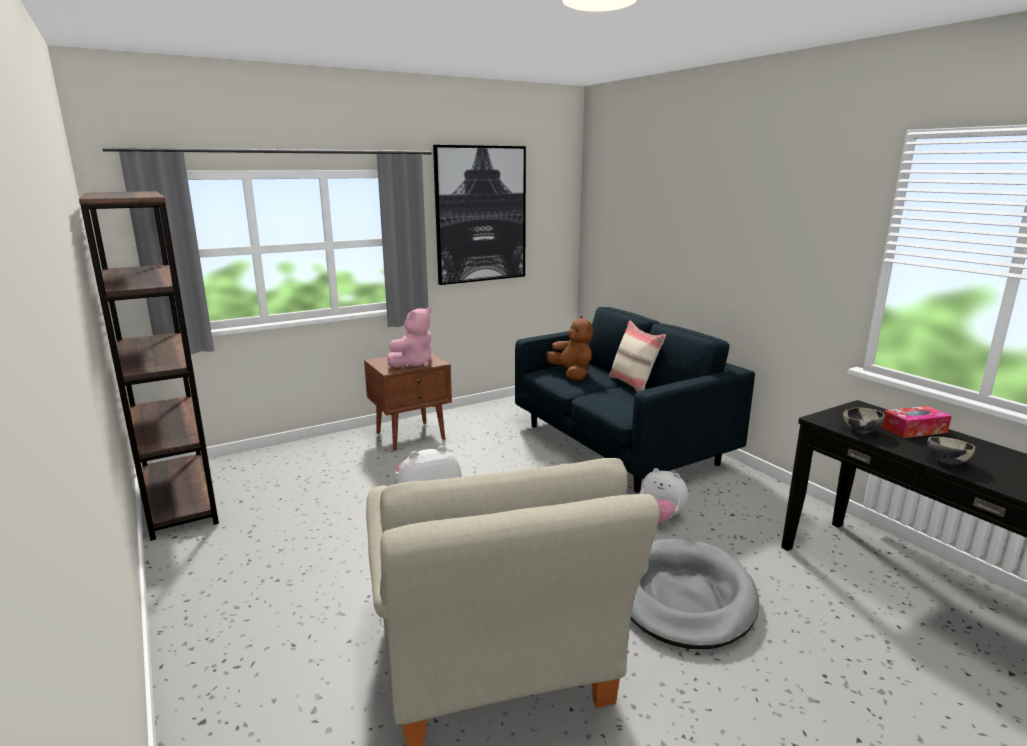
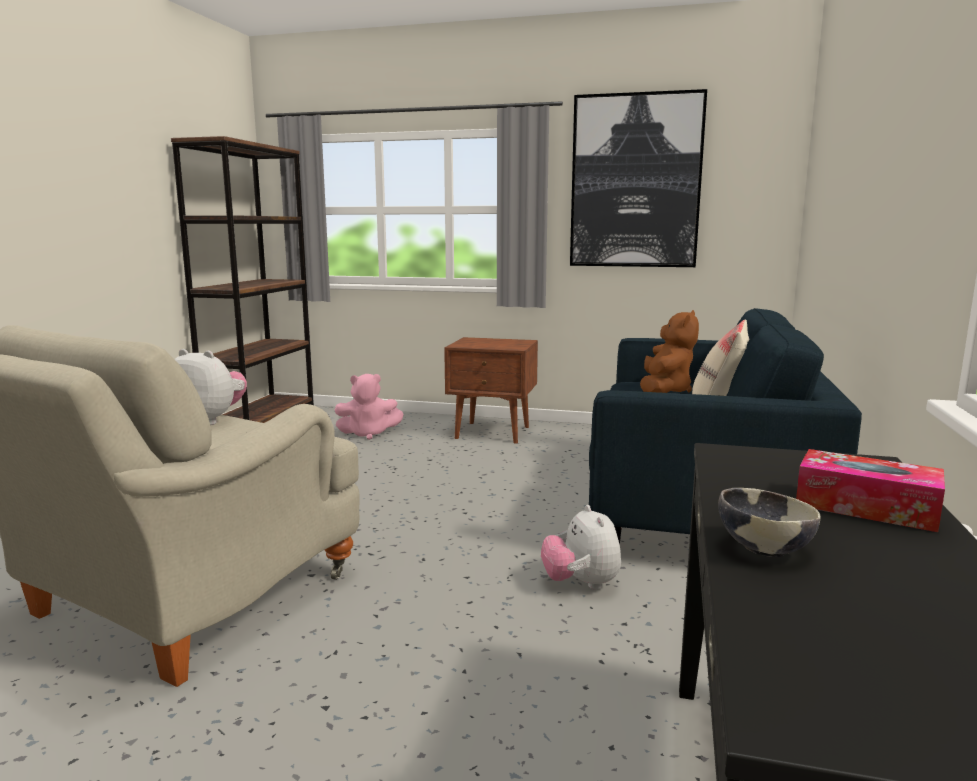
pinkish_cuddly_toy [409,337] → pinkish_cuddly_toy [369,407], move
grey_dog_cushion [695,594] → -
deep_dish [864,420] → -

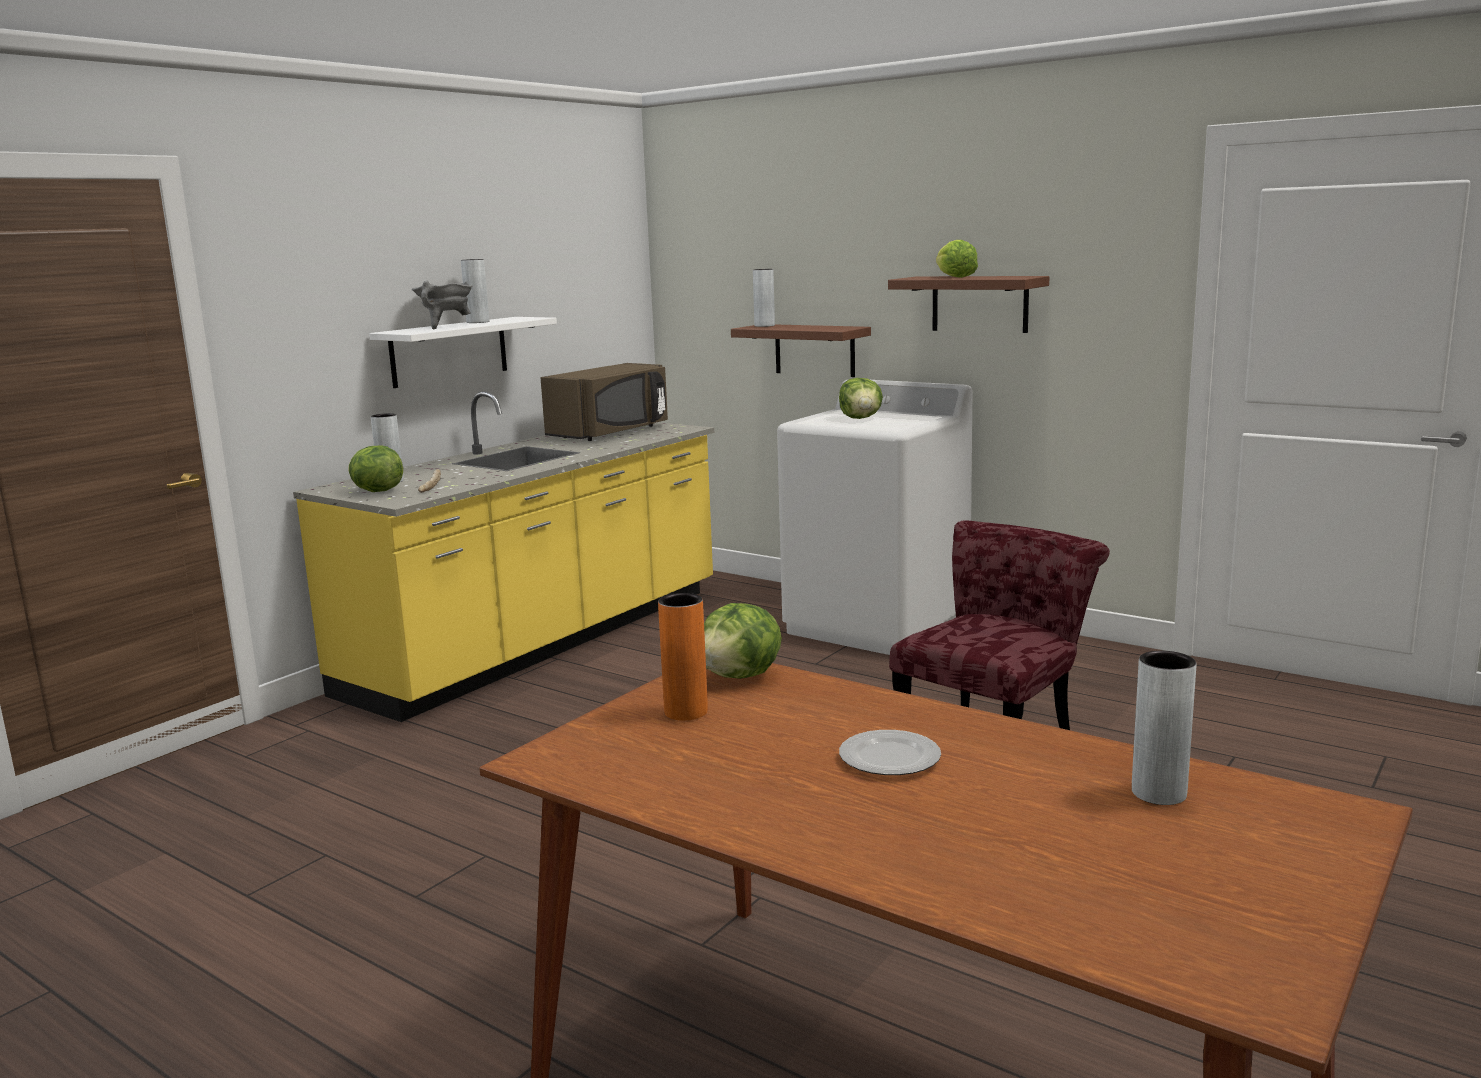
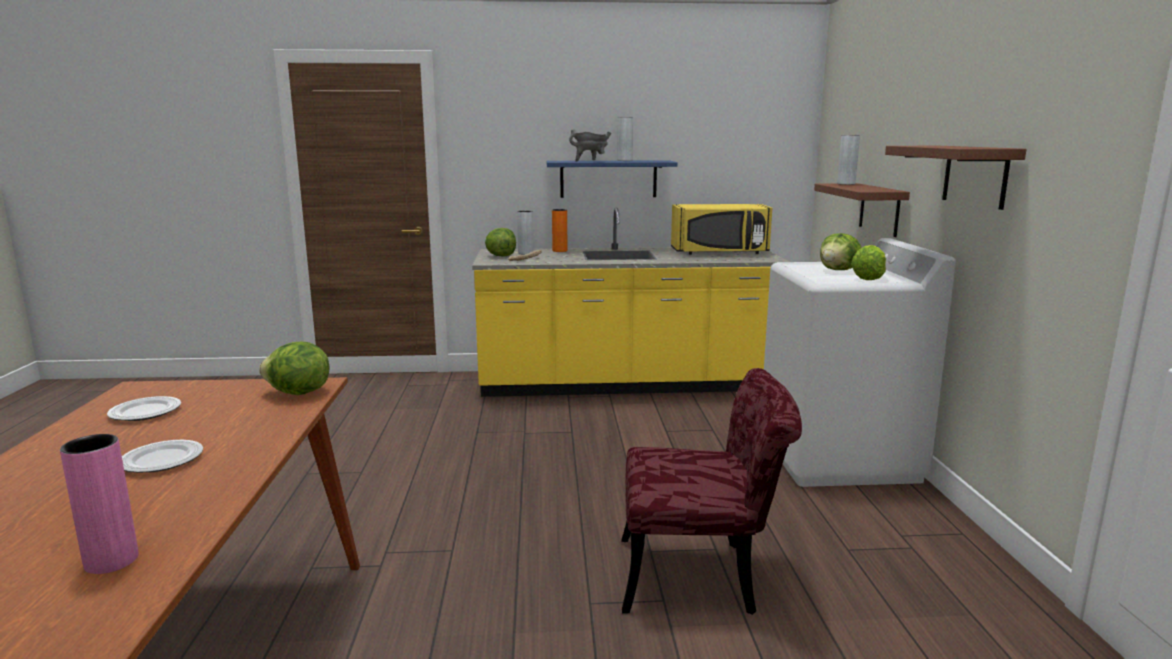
grey_flower_vase [1164,728] → pinkish_flower_vase [99,504]
- → plate [144,408]
white_shelf [463,352] → blue_shelf [612,179]
orange_flower_vase [683,657] → orange_flower_vase [559,230], move
brown_microwave [604,402] → yellow_microwave [721,229]
lettuce_head [957,259] → lettuce_head [868,262], move

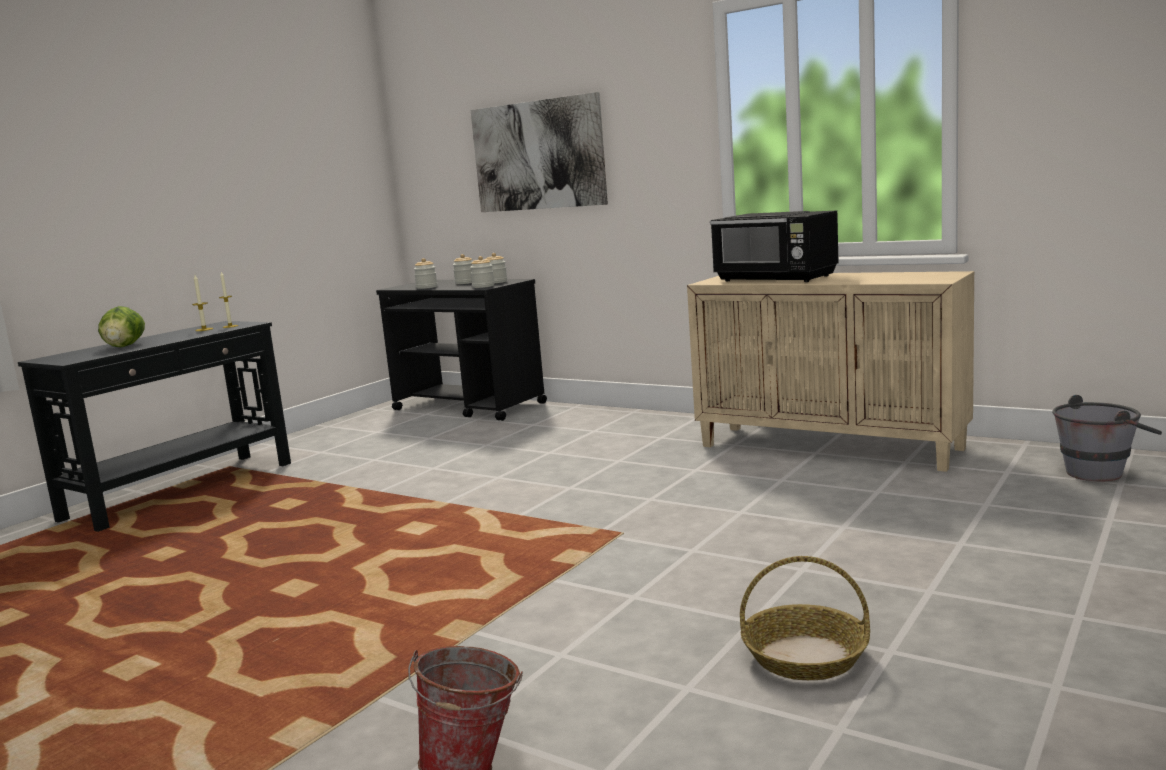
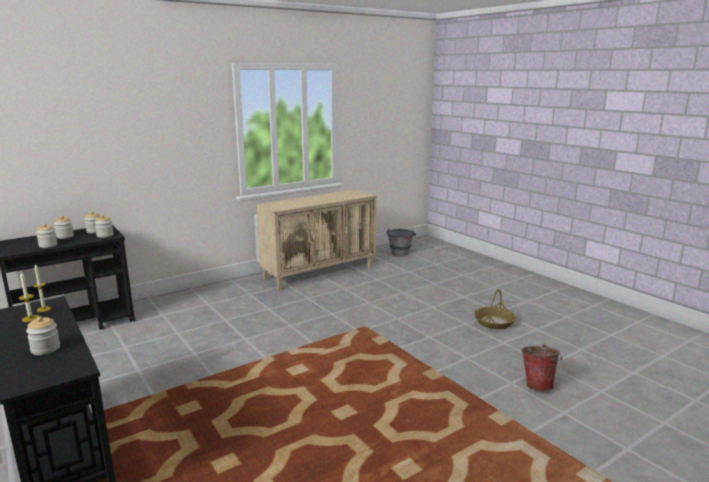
lettuce_head [121,326] → jar [43,335]
picture [539,152] → -
black_microwave [774,246] → -

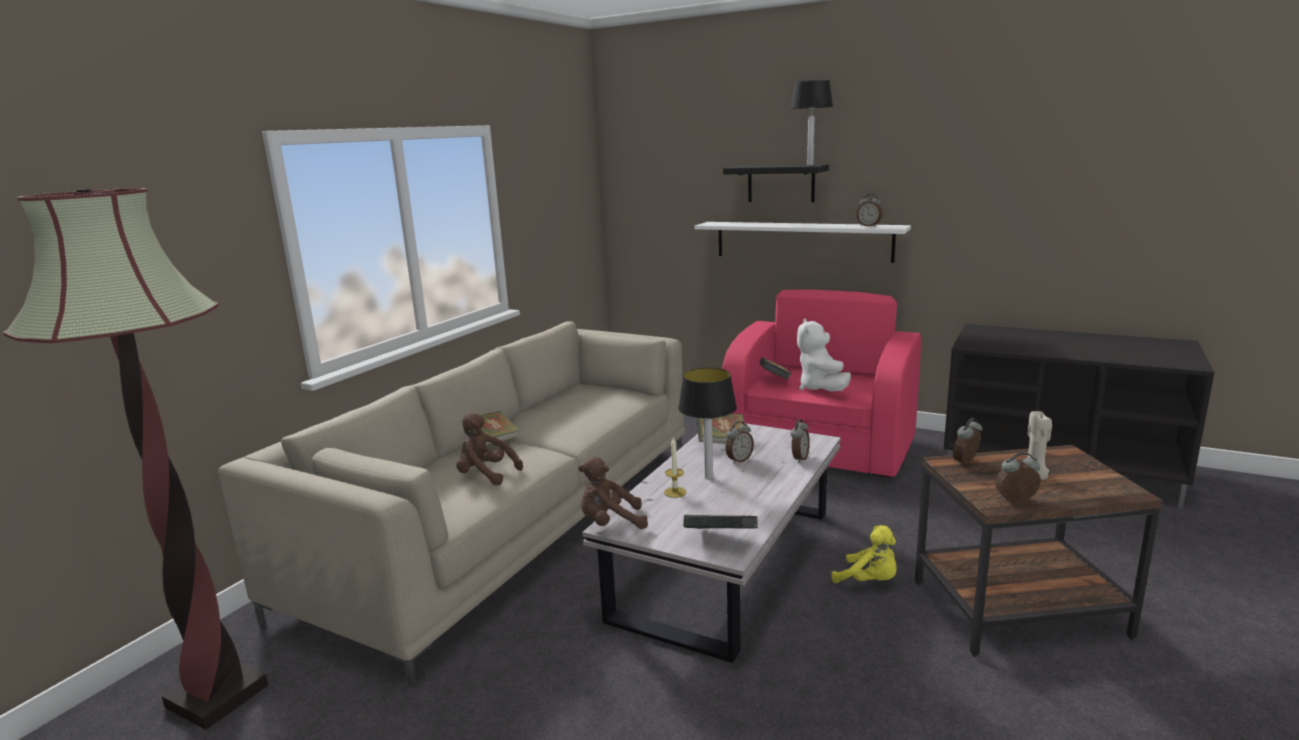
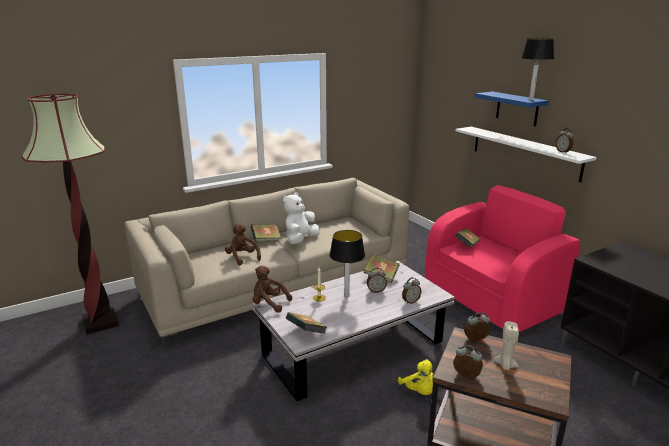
white_cuddly_toy [824,355] → white_cuddly_toy [301,218], move
black_shelf [776,183] → blue_shelf [512,108]

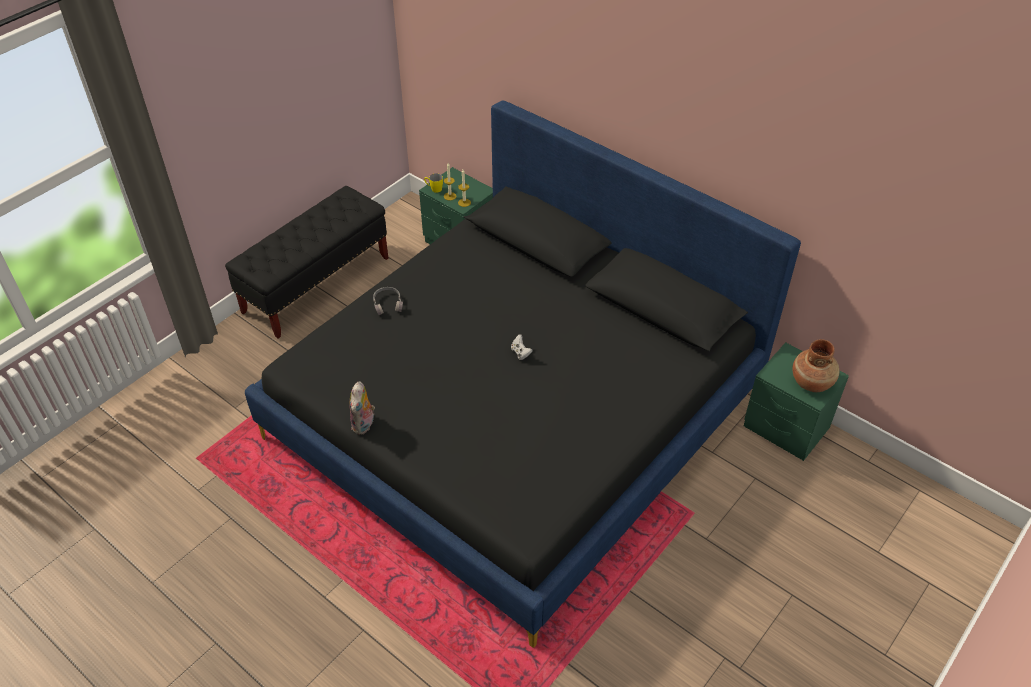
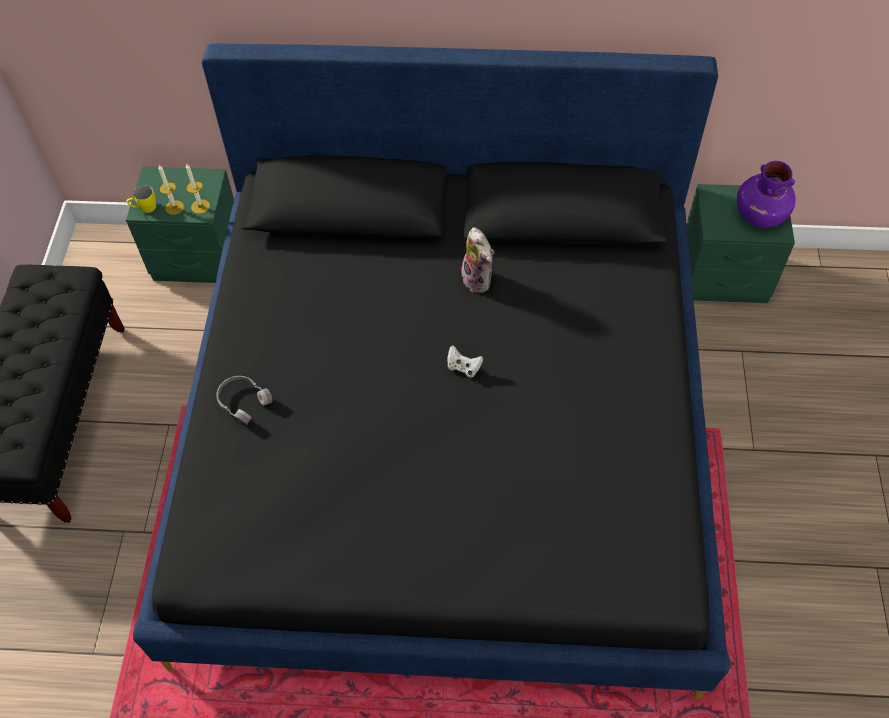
cuddly_toy [362,408] → cuddly_toy [478,260], move
brown_flower_vase [815,365] → purplish_flower_vase [766,194]

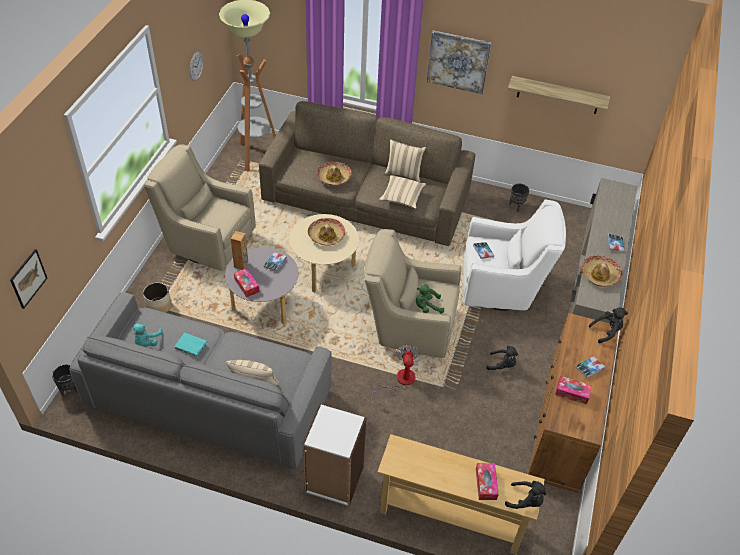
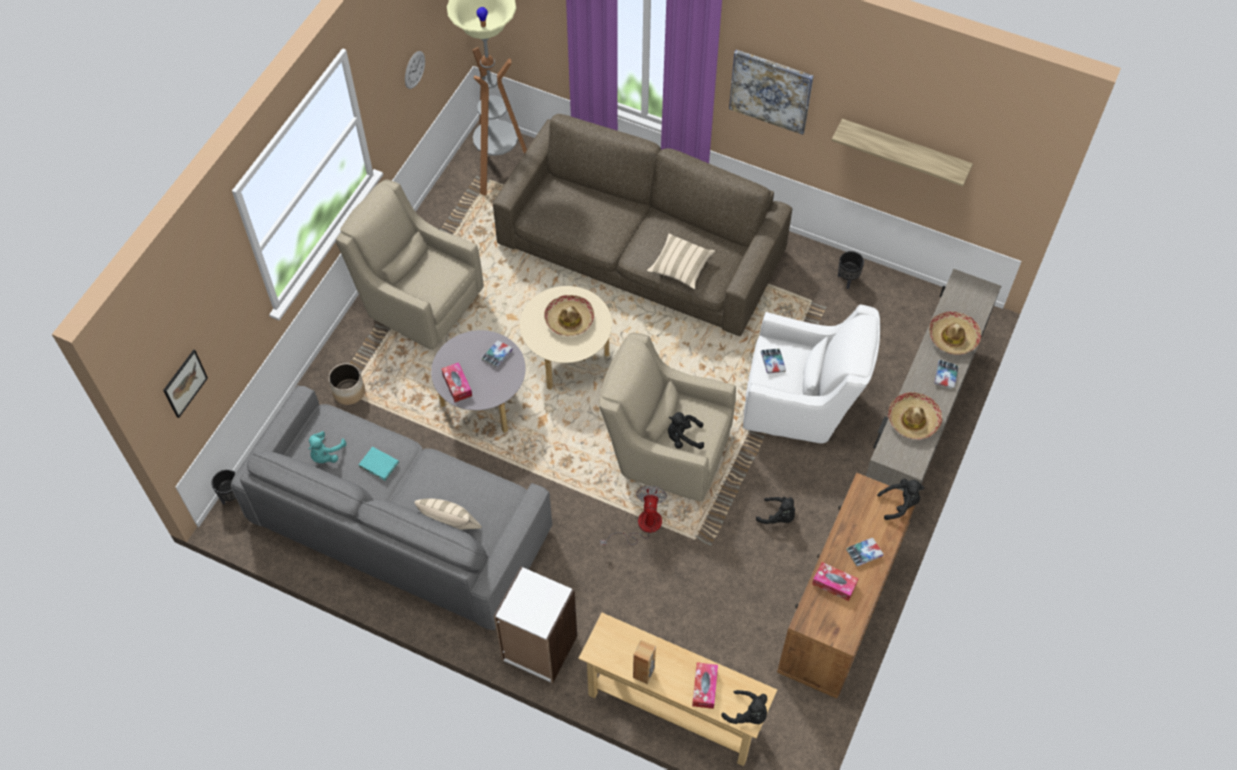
brown_loudspeaker [239,250] → brown_loudspeaker [644,662], move
greenish_cuddly_toy [430,298] → black_cuddly_toy [686,430]
clothing_hat [334,174] → clothing_hat [955,333], move
beige_cushion [405,160] → -

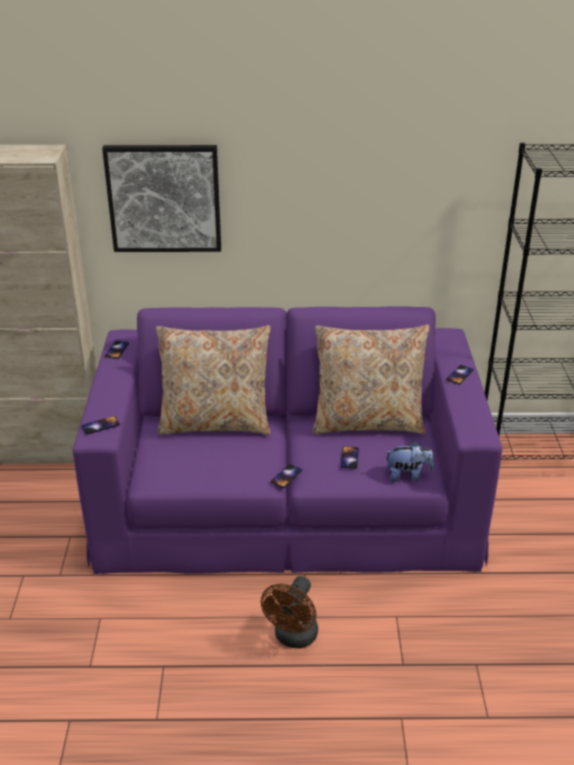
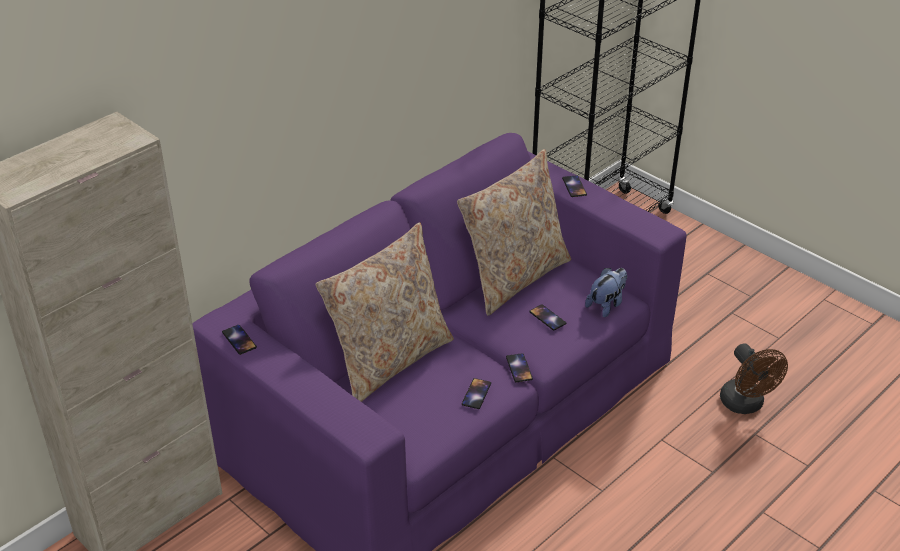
telephone [100,425] → telephone [476,393], move
brown_cooling_fan [289,612] → brown_cooling_fan [754,378], move
picture [161,198] → -

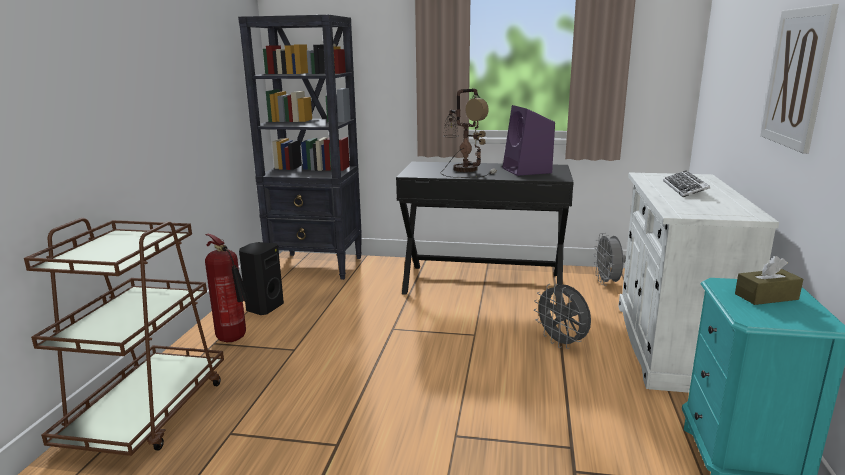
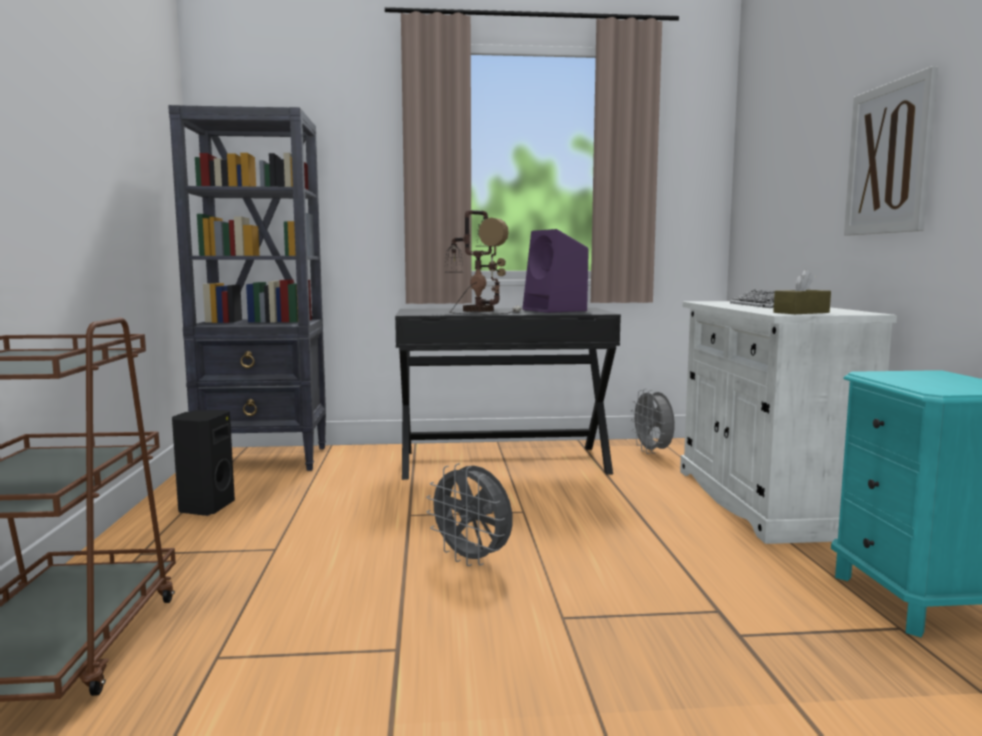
grey_cooling_fan [562,316] → grey_cooling_fan [469,514], move
brown_box_of_tissues [769,280] → brown_box_of_tissues [802,291], move
fire_extinguisher [227,288] → -

